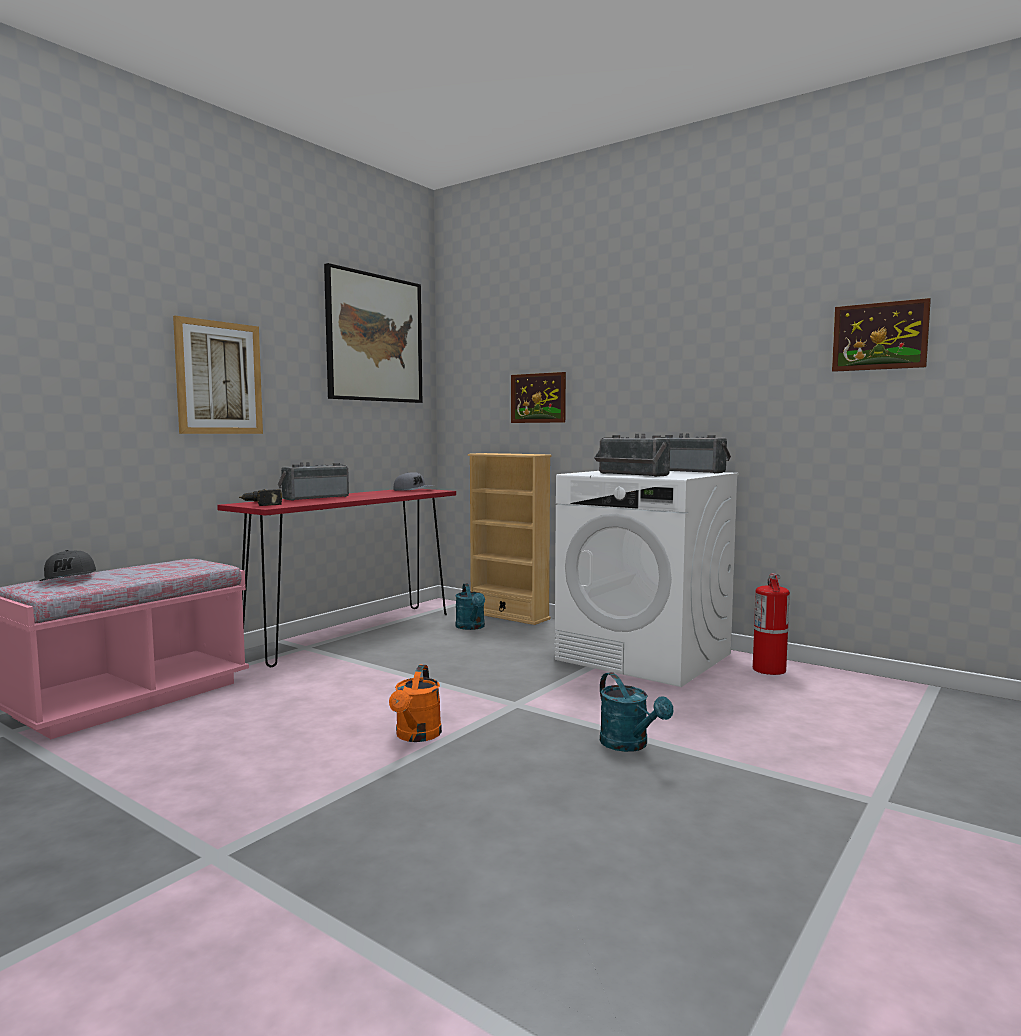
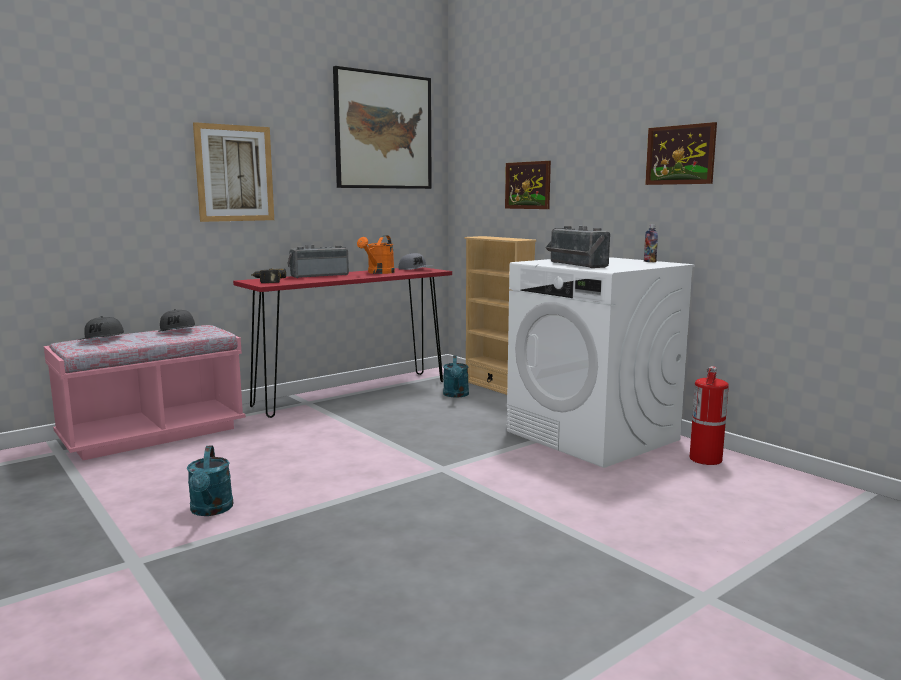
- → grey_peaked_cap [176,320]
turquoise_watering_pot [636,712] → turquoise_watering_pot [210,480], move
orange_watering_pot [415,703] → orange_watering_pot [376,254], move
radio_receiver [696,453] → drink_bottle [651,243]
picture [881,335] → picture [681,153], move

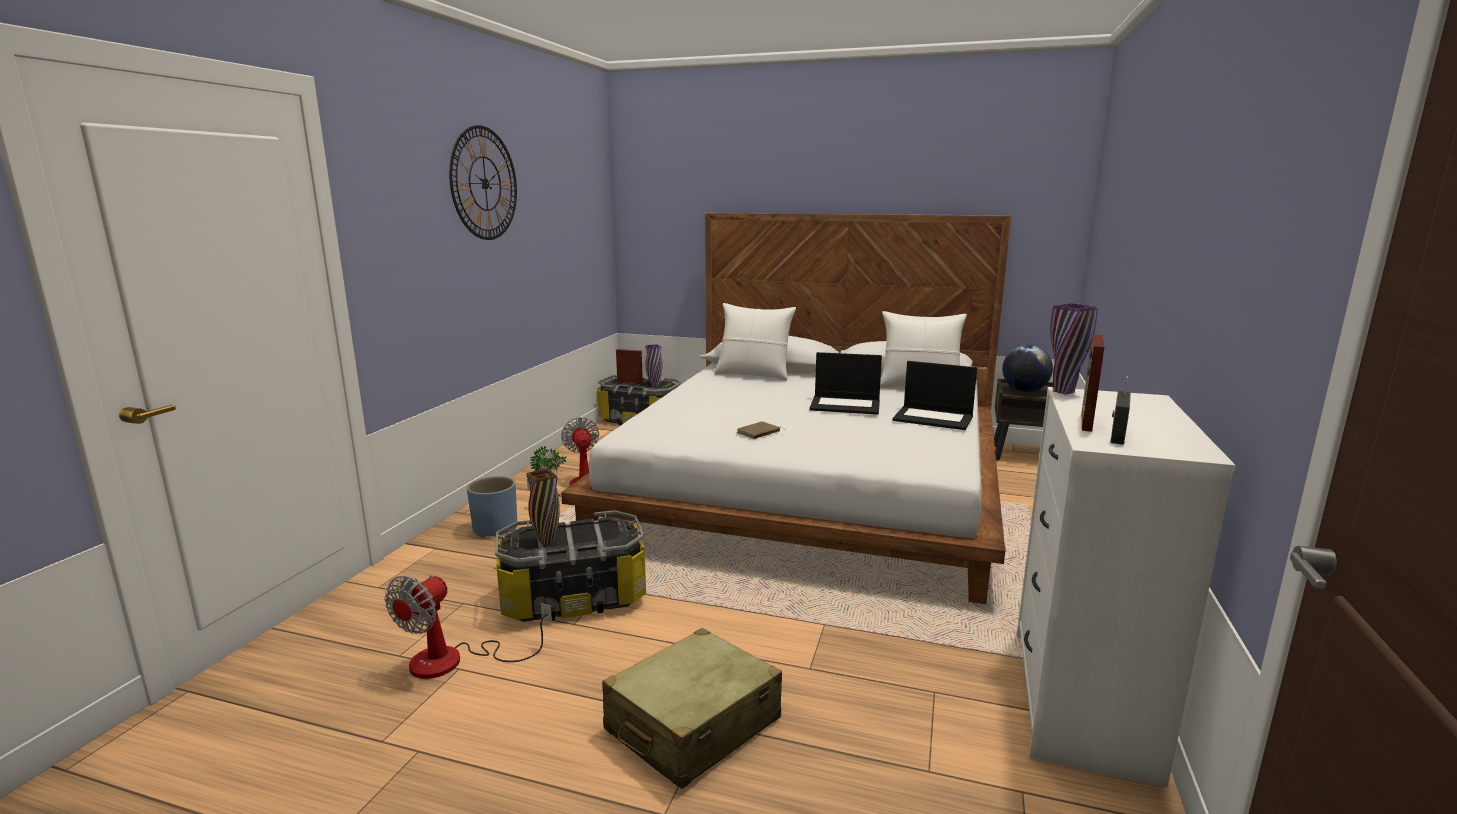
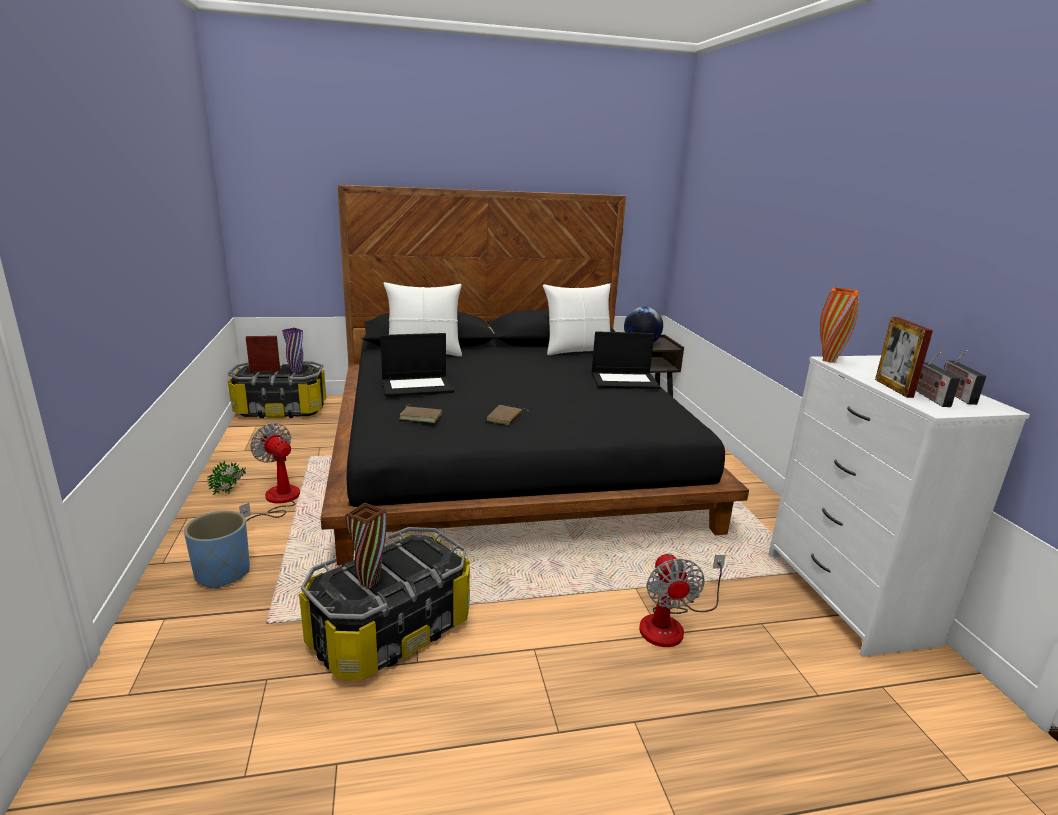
white_bedroom_bed [786,408] → black_bedroom_bed [535,375]
laptop [846,383] → laptop [417,365], move
- → brown_volume [420,413]
cooling_fan [468,626] → cooling_fan [682,600], move
purplish_flower_vase [1074,349] → orange_flower_vase [839,325]
- → radio_receiver [965,377]
wall_clock [483,182] → -
beige_travel_case [692,708] → -

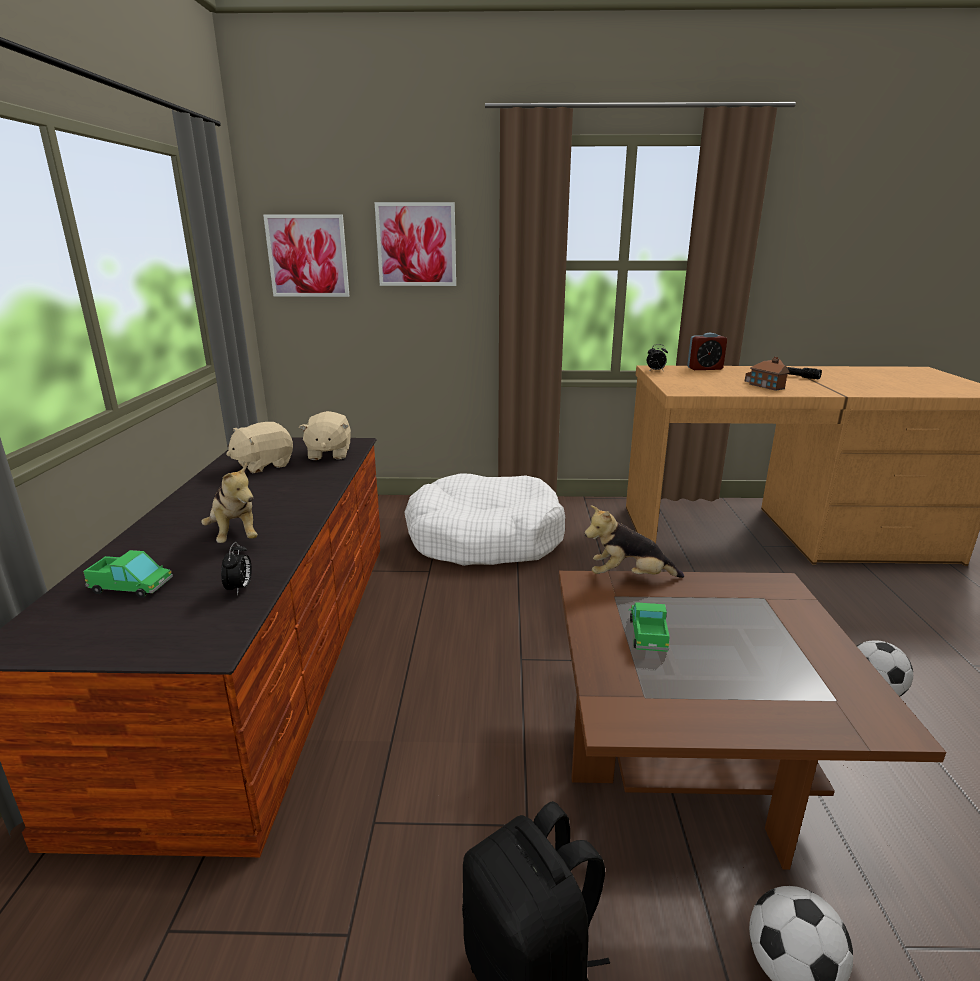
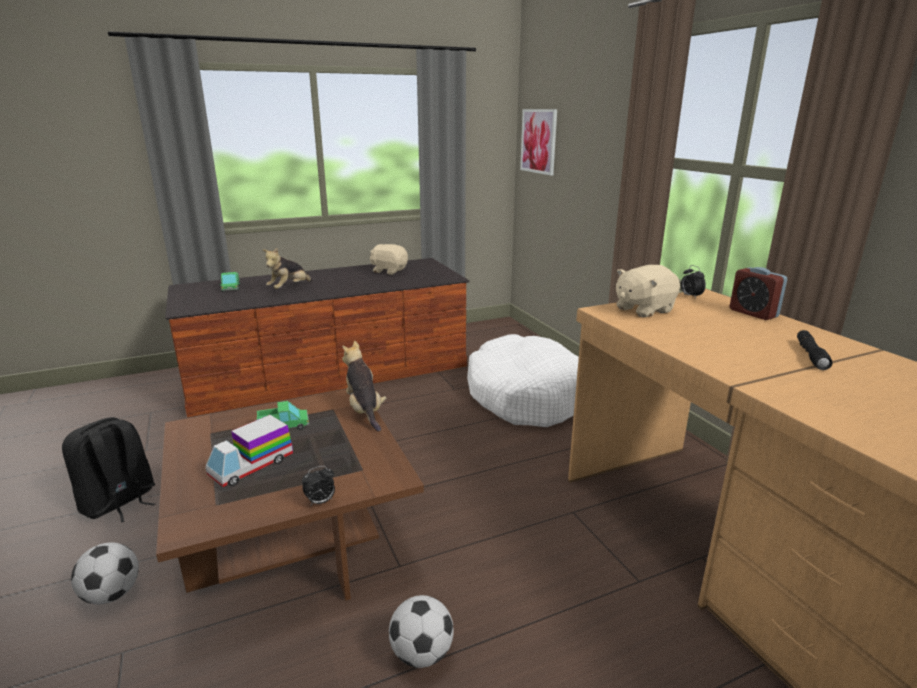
- → model_truck [249,451]
alarm_clock [236,568] → alarm_clock [318,485], move
beige_cuddly_toy [325,435] → beige_cuddly_toy [648,291], move
picture [415,244] → -
model_house [766,374] → -

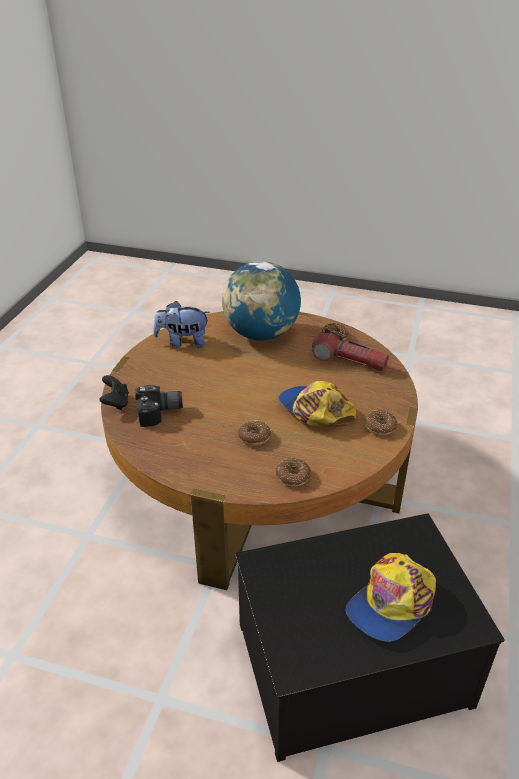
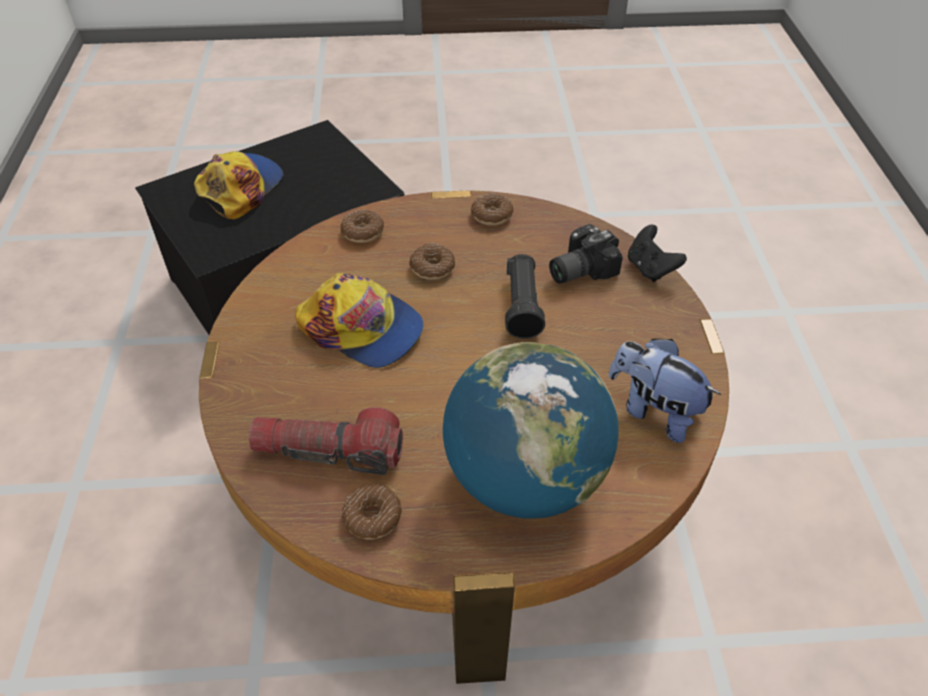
donut [381,422] → donut [492,210], move
- → black_hand_torch [525,296]
cuddly_toy [181,324] → cuddly_toy [665,391], 120 degrees counterclockwise

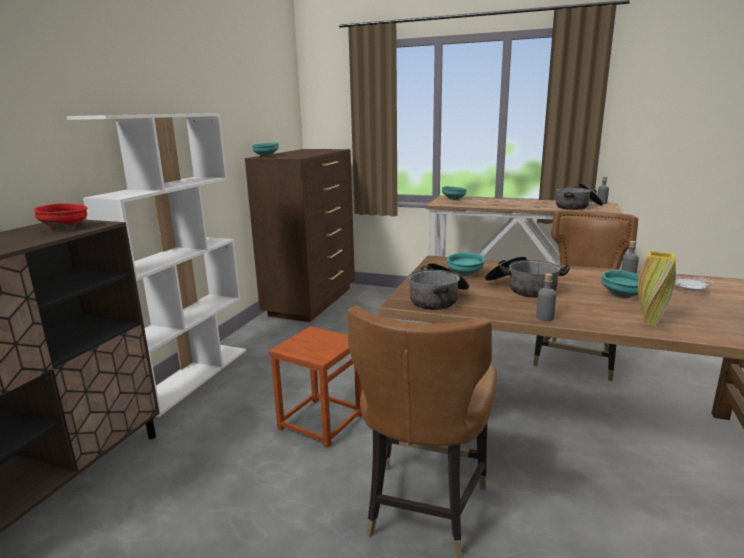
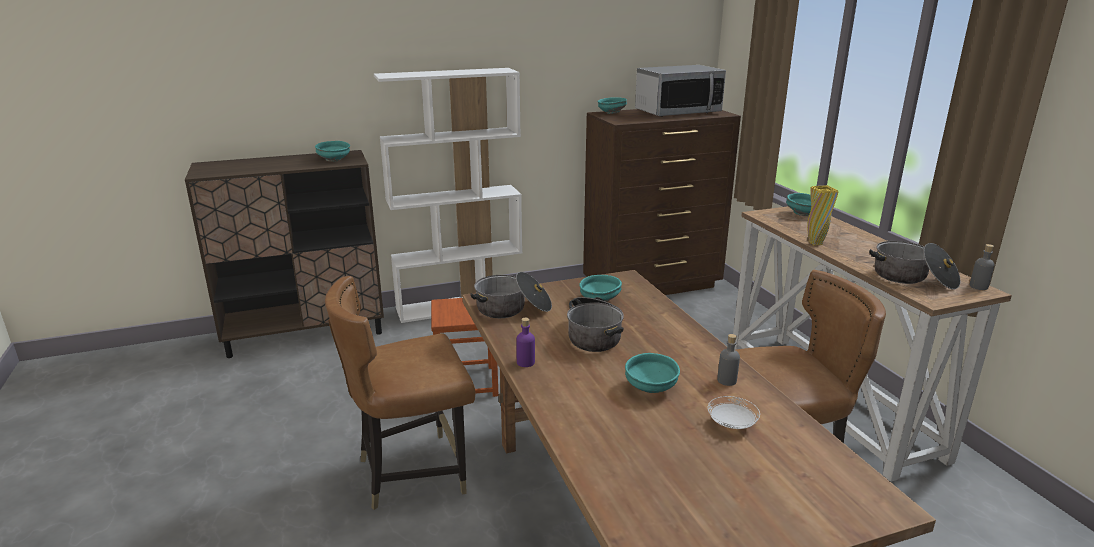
reddish_deep_dish [60,216] → turquoise_deep_dish [332,151]
grey_drink_bottle [546,297] → purplish_drink_bottle [525,342]
- → microwave [680,91]
yellow_flower_vase [657,288] → yellow_flower_vase [823,215], move

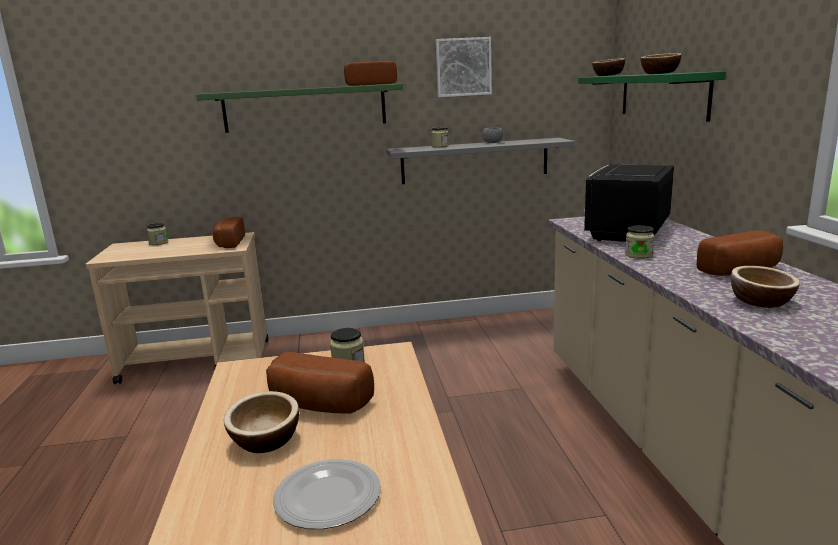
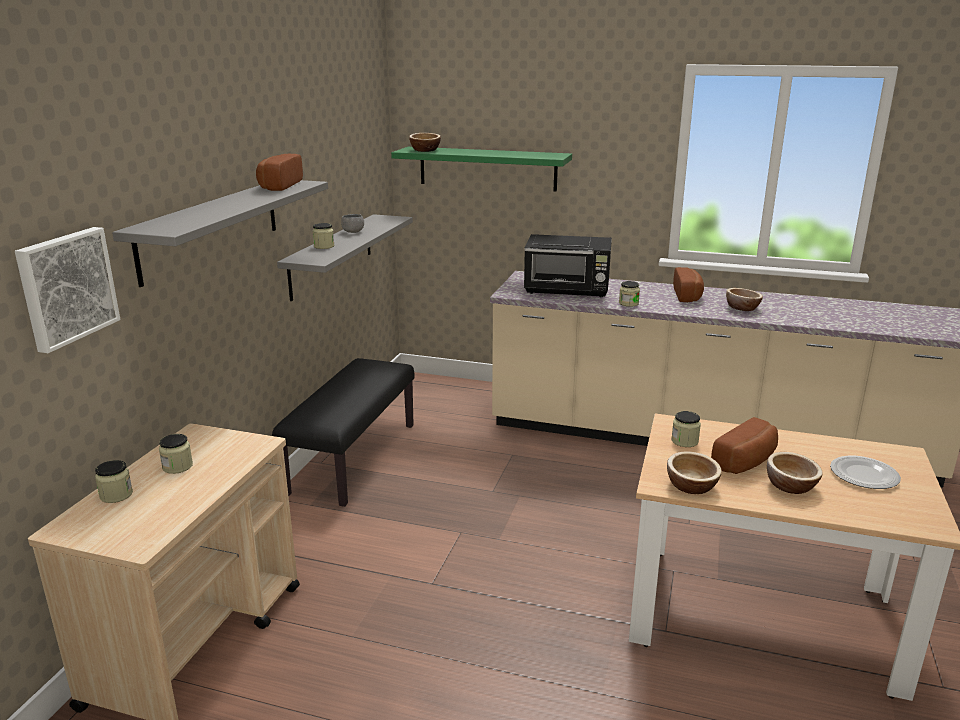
picture [464,67] → picture [67,290], move
greenish_shelf [299,108] → grey_shelf [220,233]
- → jar [176,454]
- → black_long_seat [343,432]
black_microwave [629,203] → black_microwave [568,266], 45 degrees counterclockwise
deep_dish [661,63] → deep_dish [694,472], move
bread [229,232] → -

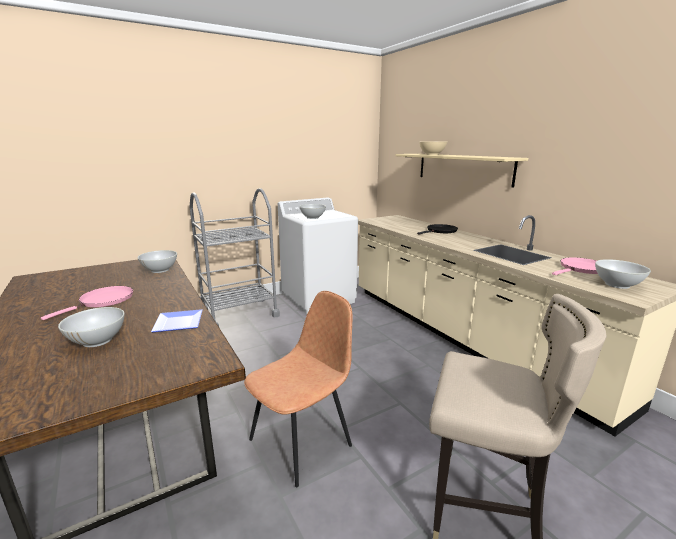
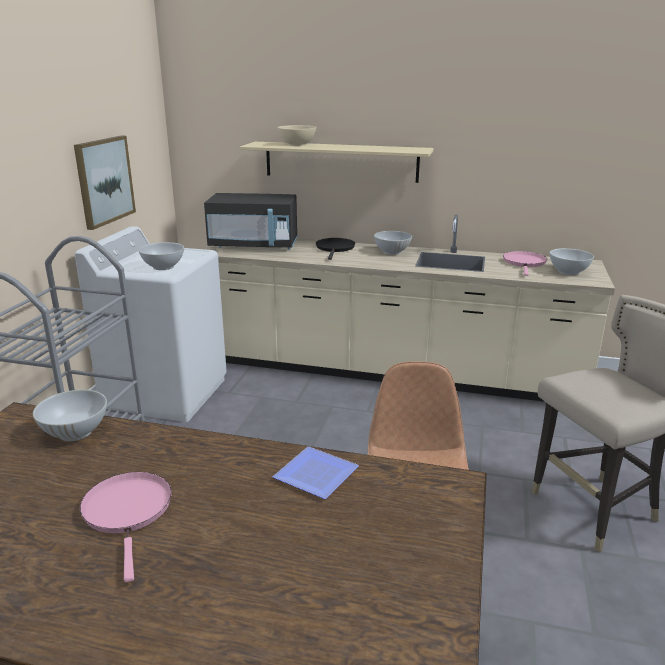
- → picture [105,183]
- → black_microwave [251,221]
white_deep_dish [91,327] → white_deep_dish [393,243], move

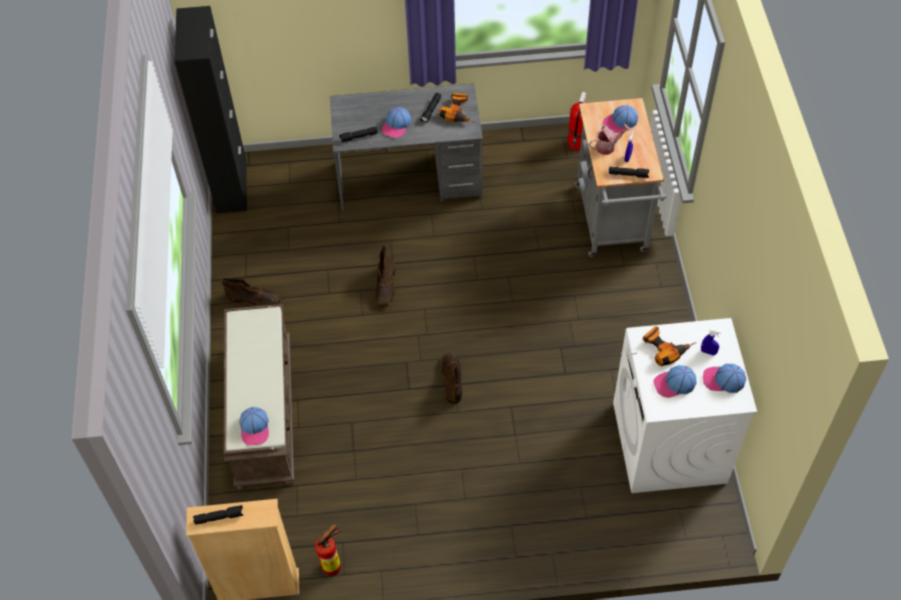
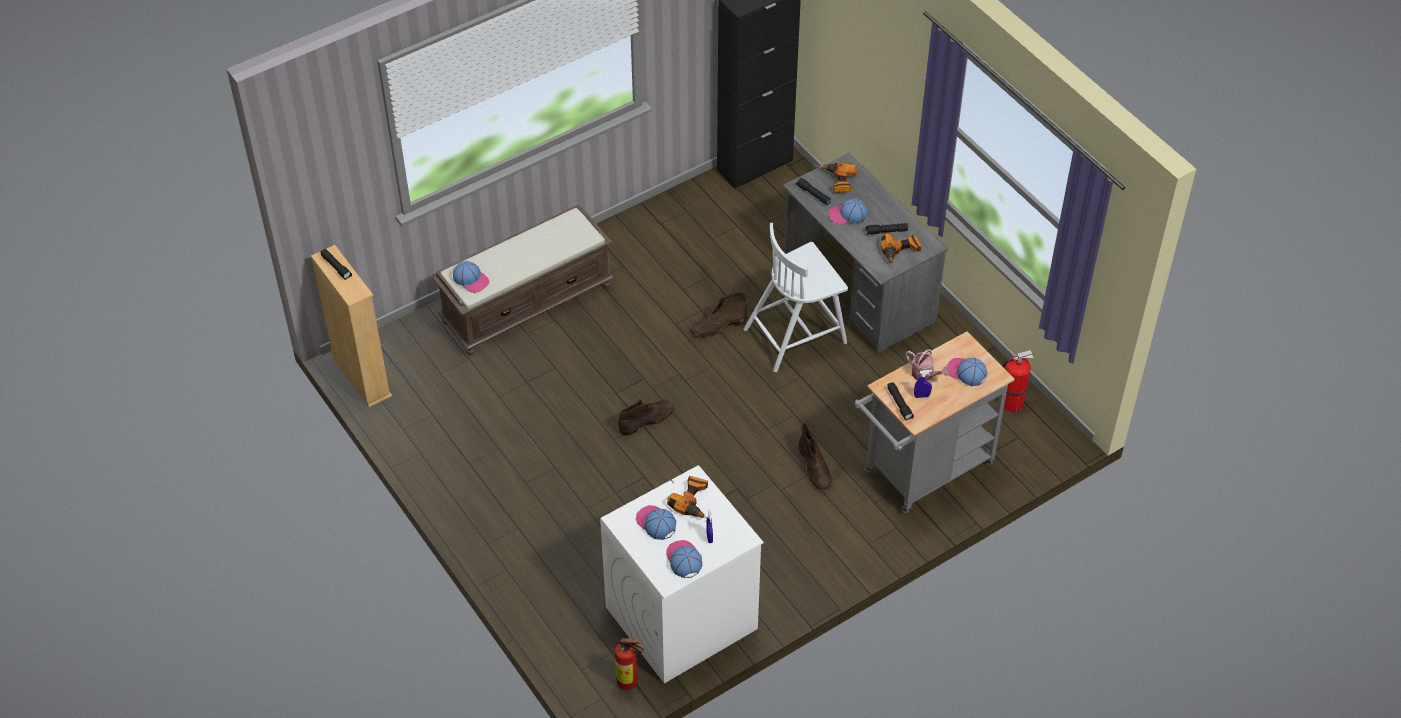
peaked_cap [254,426] → peaked_cap [471,277], 105 degrees counterclockwise
fire_extinguisher [328,550] → fire_extinguisher [629,663], move
- → white_upright_chair [796,297]
brown_high-top_boot [251,292] → brown_high-top_boot [815,456], move
- → power_drill [836,177]

